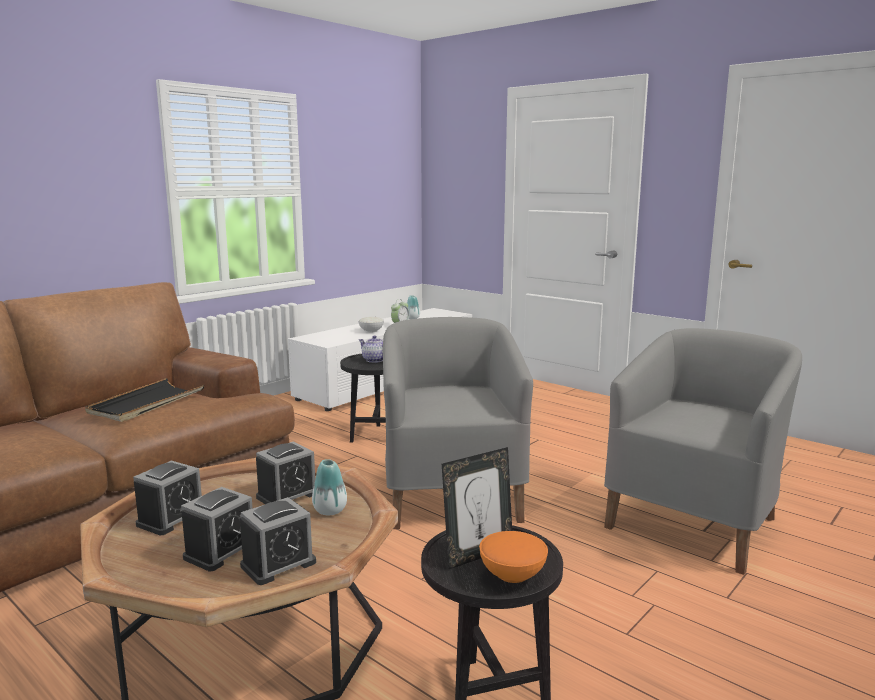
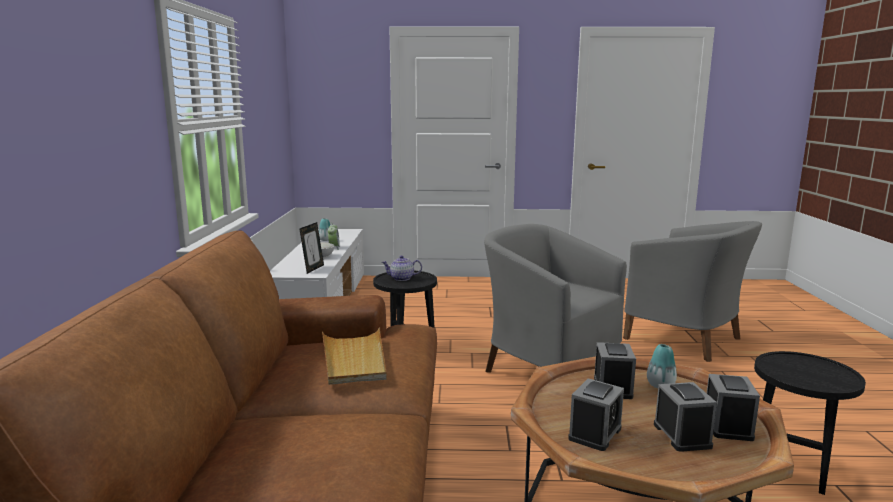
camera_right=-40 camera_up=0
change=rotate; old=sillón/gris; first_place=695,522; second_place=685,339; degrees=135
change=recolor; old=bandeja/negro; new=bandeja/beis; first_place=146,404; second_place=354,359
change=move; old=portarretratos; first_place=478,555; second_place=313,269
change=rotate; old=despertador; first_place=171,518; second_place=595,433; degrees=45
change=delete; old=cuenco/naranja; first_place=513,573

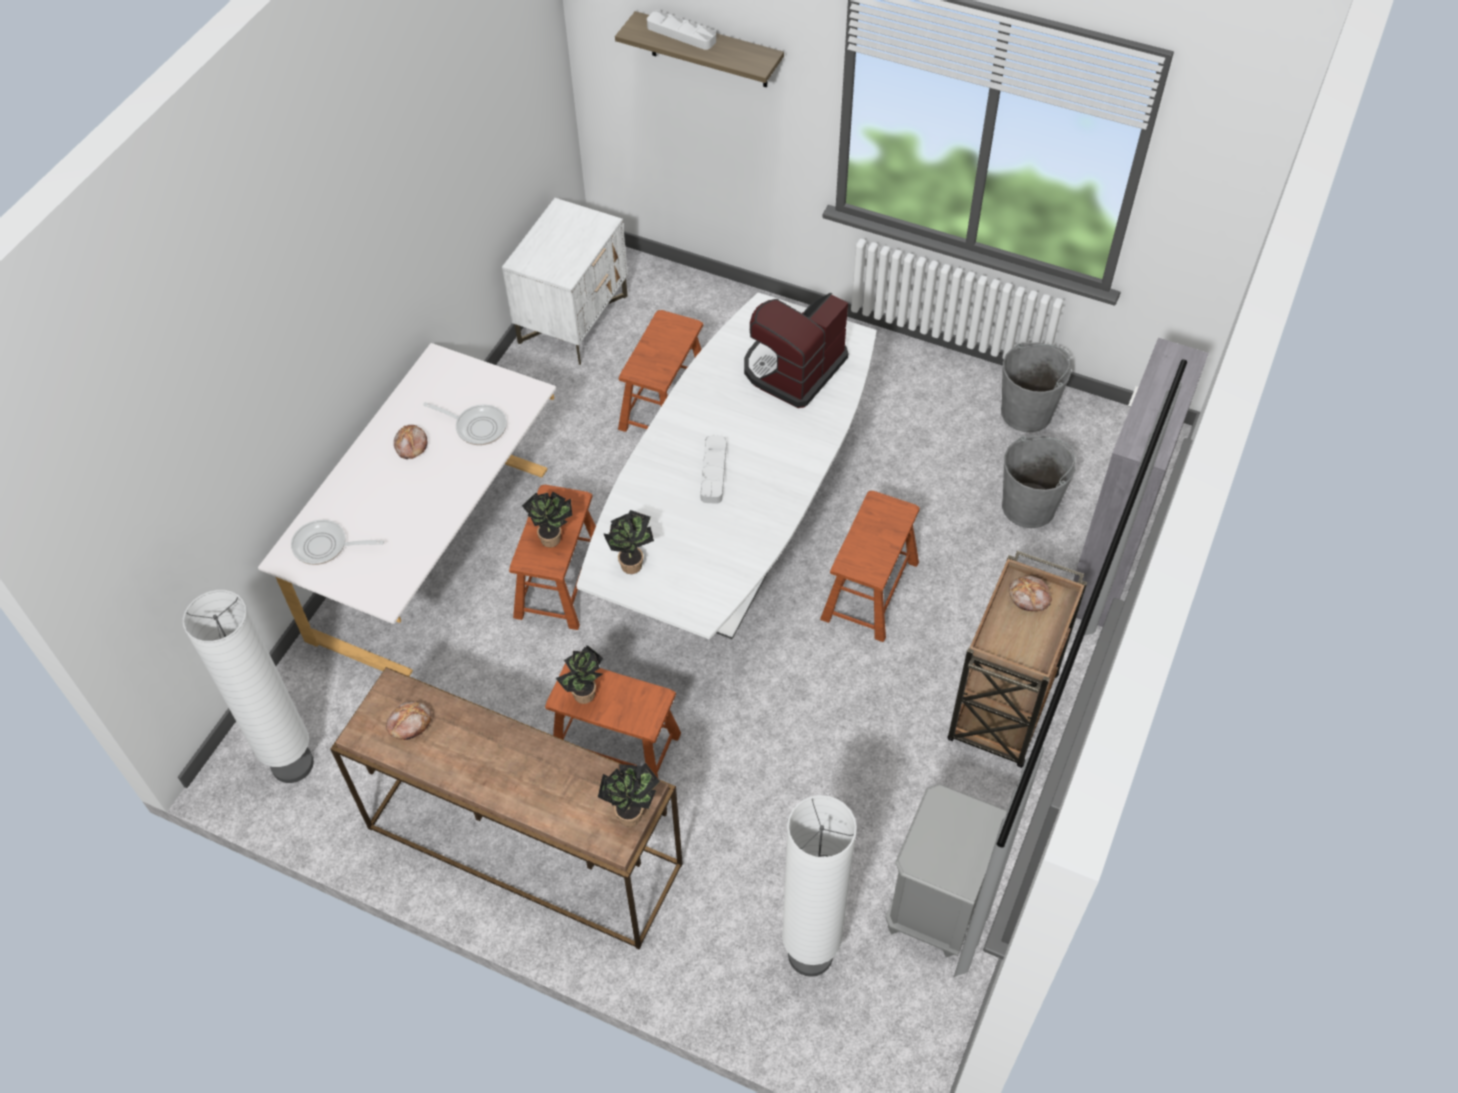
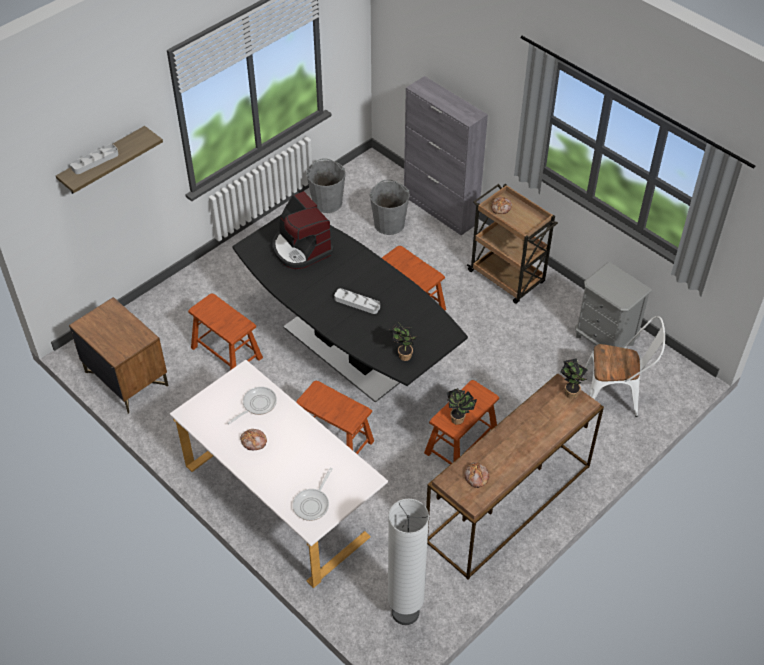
camera_right=-70 camera_up=-5
change=recolor; old=mesita de noche/blanco; new=mesita de noche/marrón; first_place=573,319; second_place=126,378
change=recolor; old=mesa de comedor/blanco; new=mesa de comedor/negro; first_place=736,541; second_place=348,349
change=delete; old=planta en maceta; first_place=553,538
change=replace; old=lámpara de pie/blanco; new=silla/blanco; first_place=810,954; second_place=615,396

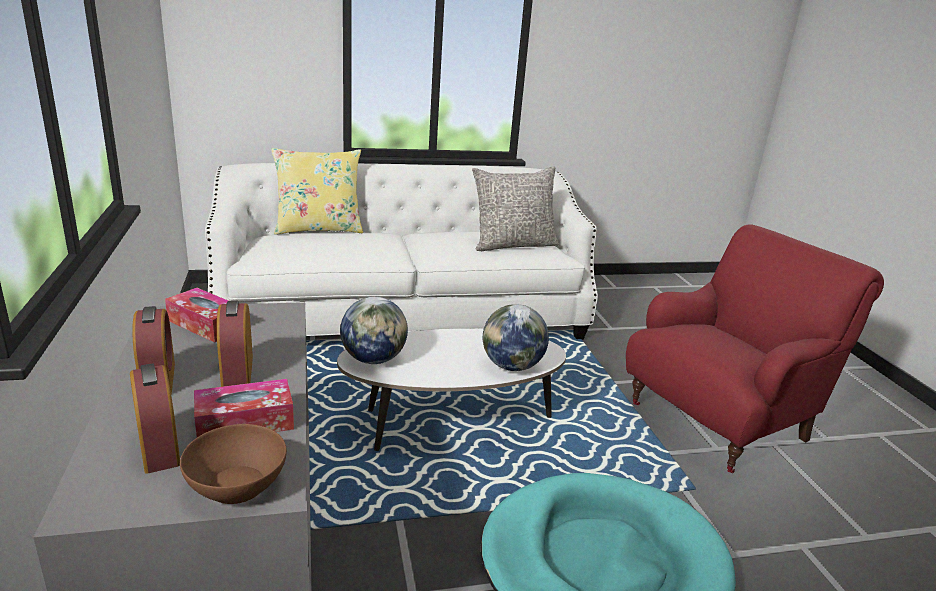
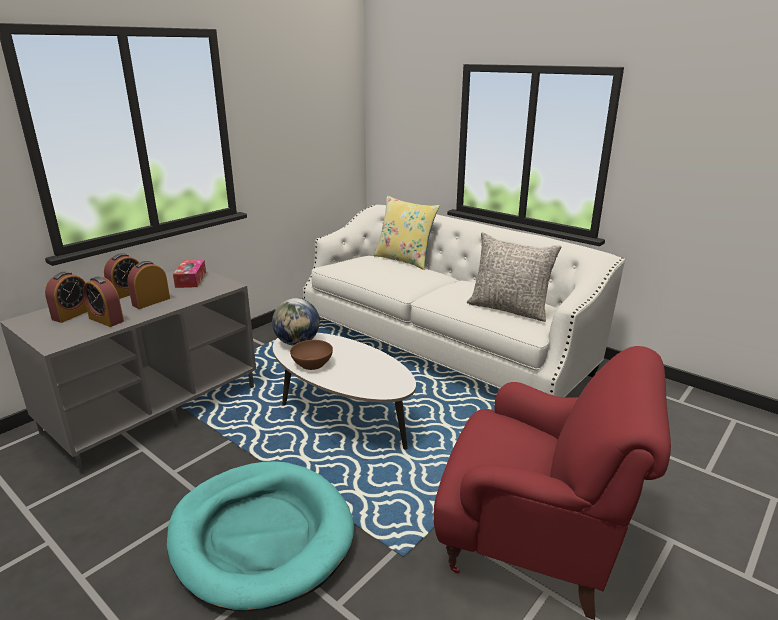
camera_right=55 camera_up=0
change=delete; old=globo terráqueo; first_place=512,366
change=replace; old=caja de pañuelos; new=despertador; first_place=245,422; second_place=106,319
change=move; old=cuenco/marrón; first_place=236,484; second_place=312,363

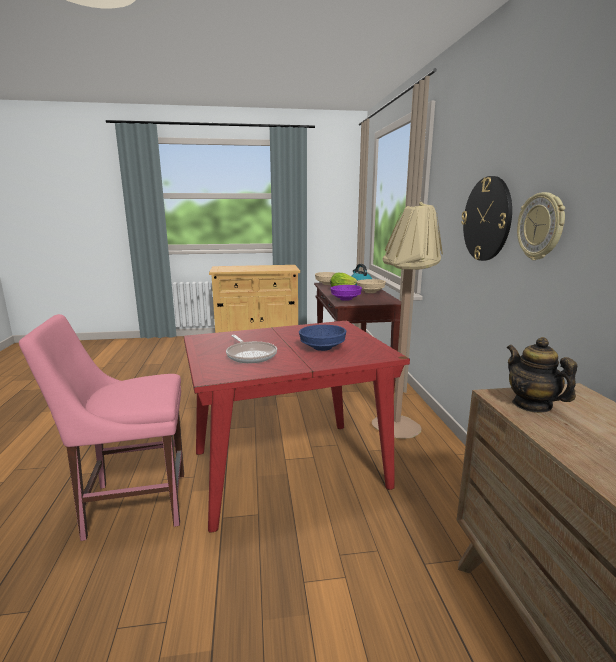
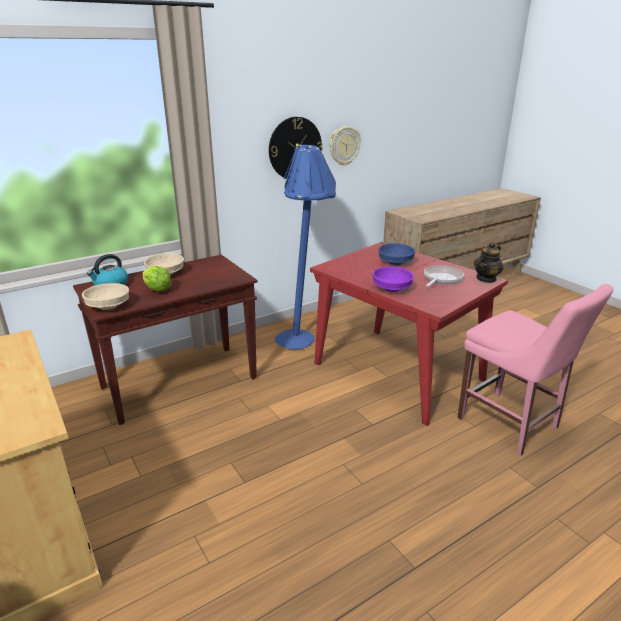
camera_right=-115 camera_up=10
change=recolor; old=lámpara de pie/beis; new=lámpara de pie/azul; first_place=397,433; second_place=304,338
change=move; old=cuenco/morado; first_place=346,299; second_place=391,288
change=move; old=tetera; first_place=532,405; second_place=486,279

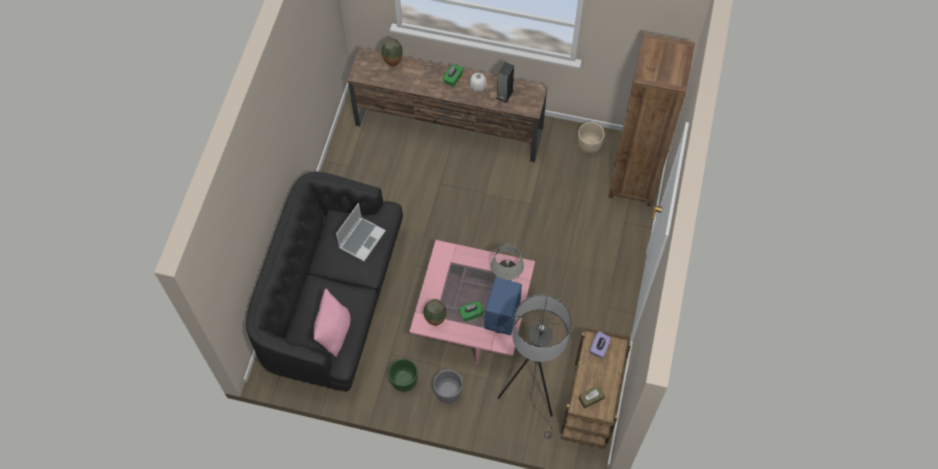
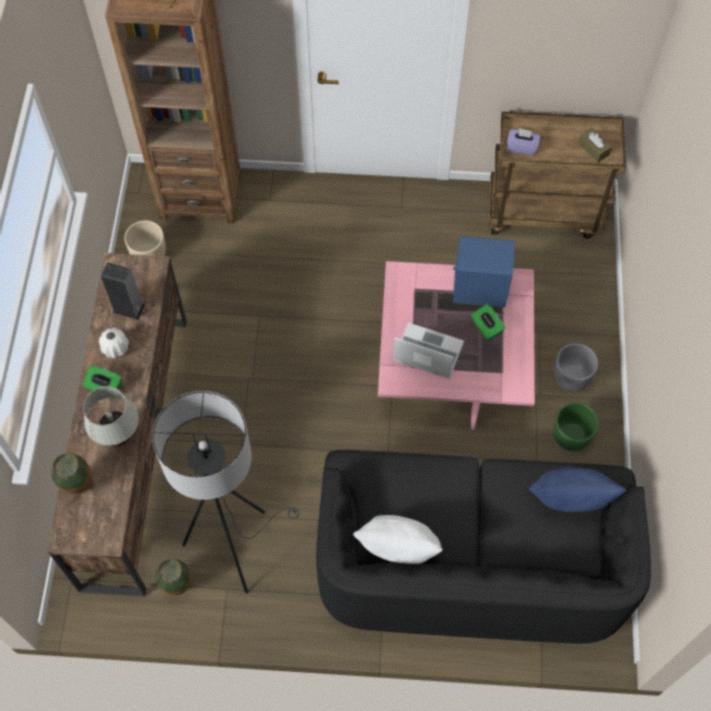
camera_right=-100 camera_up=0
change=move; old=portátil; first_place=362,239; second_place=427,352
change=move; old=lámpara de mesa/blanco; first_place=506,276; second_place=119,436
change=recolor; old=cojín/rosa; new=cojín/azul; first_place=334,331; second_place=568,500
change=move; old=lámpara de pie/gris; first_place=532,395; second_place=235,543
change=move; old=florero; first_place=435,320; second_place=178,586
change=insert; new=cojín/blanco; second_place=397,549

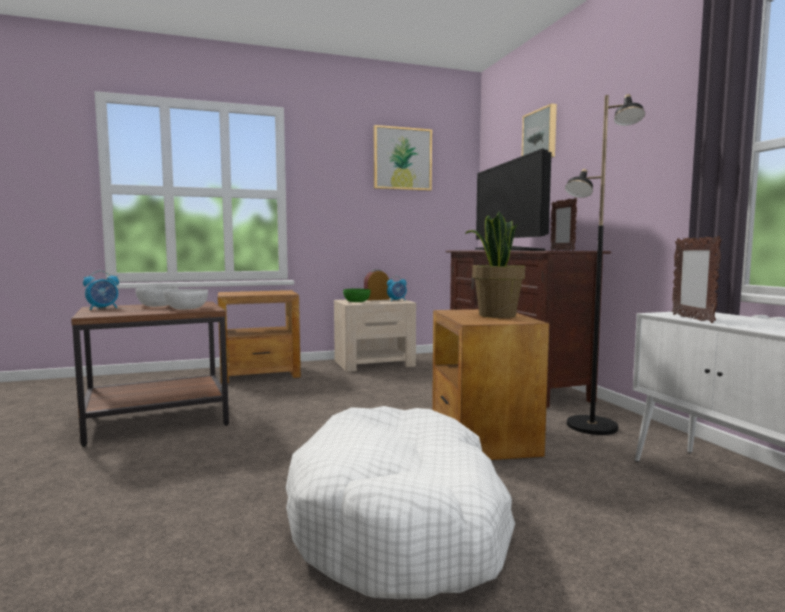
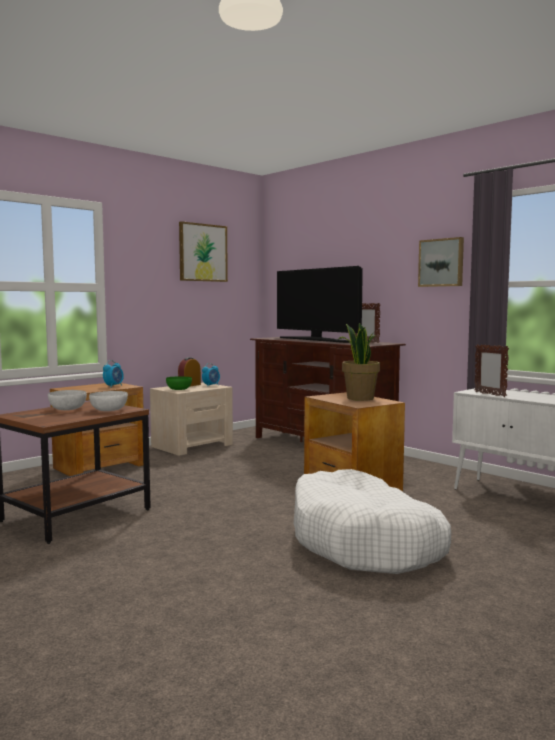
camera_right=-25 camera_up=0
change=delete; old=lámpara de pie/negro; first_place=592,426
change=move; old=cuadro; first_place=540,135; second_place=441,262
change=move; old=despertador; first_place=103,308; second_place=113,386

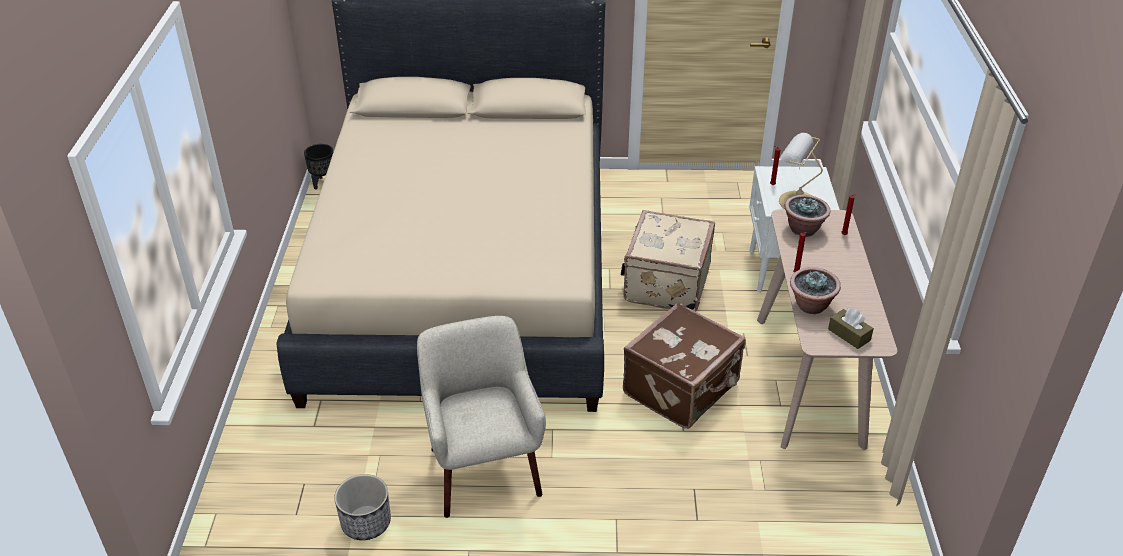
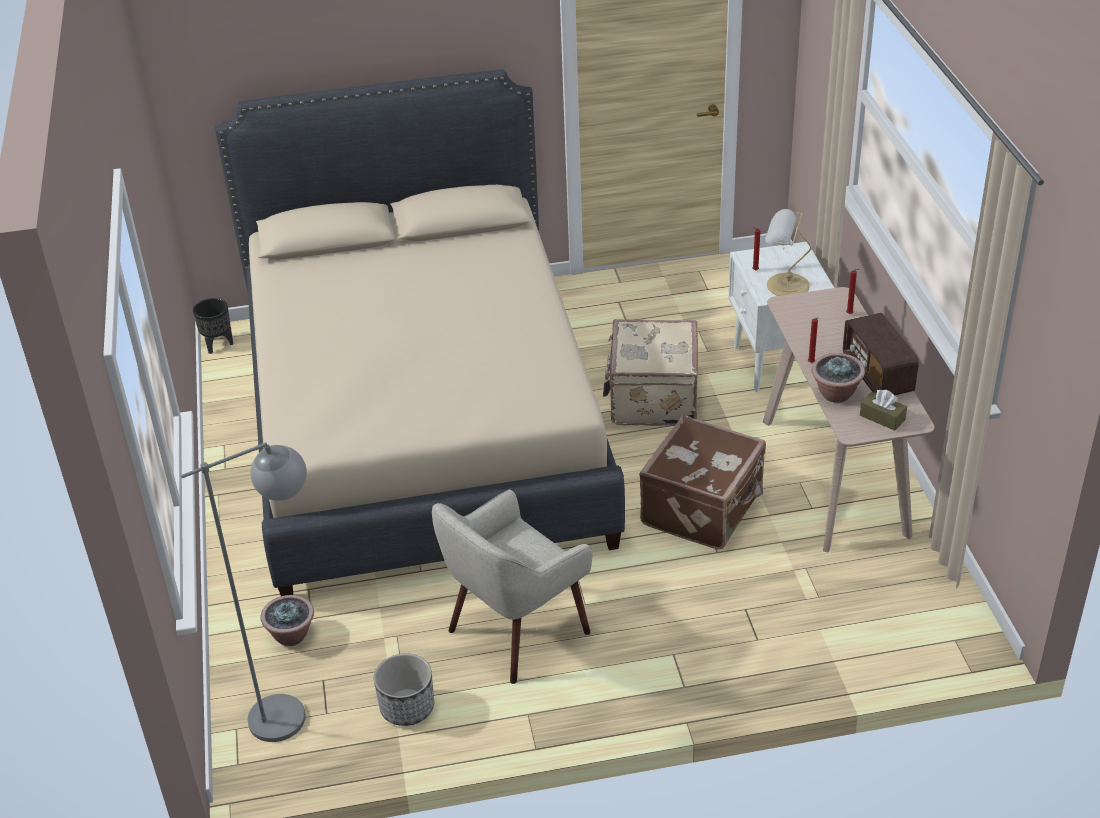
camera_right=-10 camera_up=0
change=move; old=planta en maceta; first_place=803,229; second_place=291,635
change=rotate; old=sillón/beis; first_place=483,470; second_place=516,631; degrees=-105
change=insert; new=radio; second_place=877,375
change=insert; new=lámpara de pie/gris; second_place=296,710

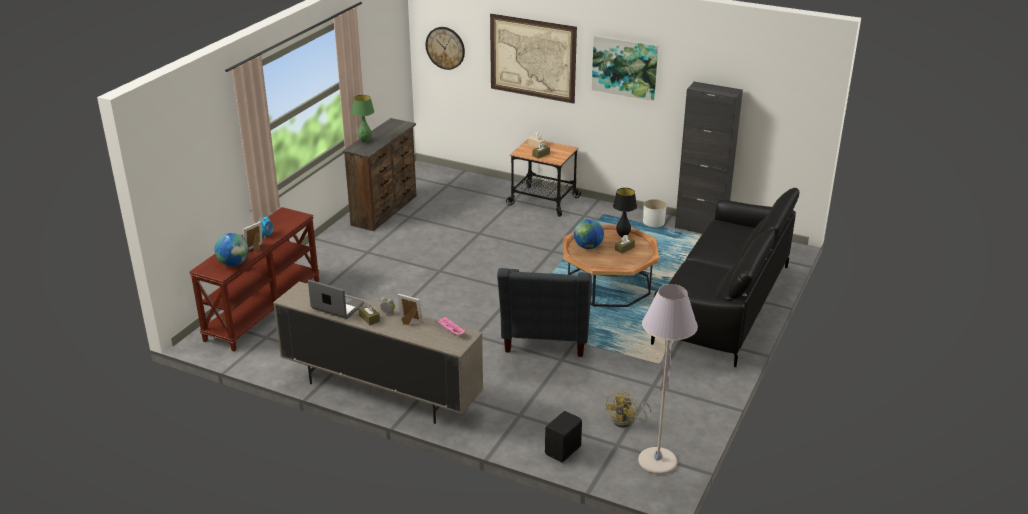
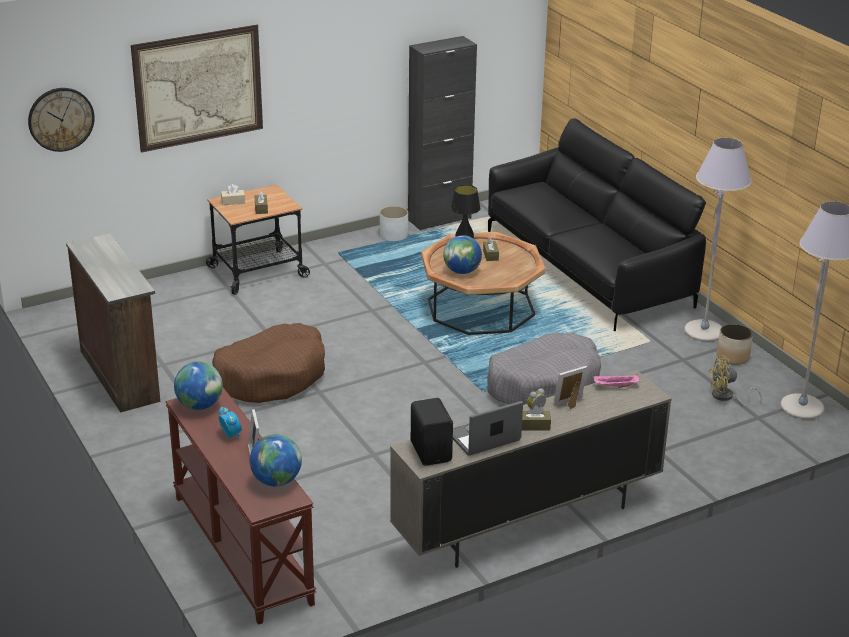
camera_right=-55 camera_up=0
change=delete; old=cuadro; first_place=624,67
change=delete; old=lámpara de mesa/verde; first_place=365,141
change=replace; old=sillón/gris; new=cama para perro/gris; first_place=545,342; second_place=544,385
change=rotate; old=ventilador/amarillo; first_place=626,422; second_place=726,397; degrees=105
change=move; old=altavoz/negro; first_place=564,451; second_place=432,451
change=insert; new=lámpara de pie/gris; second_place=704,332
change=insert; new=cama para perro/marrón; second_place=271,376
change=insert; new=maceta; second_place=732,357
change=insert; new=globo terráqueo; second_place=200,405

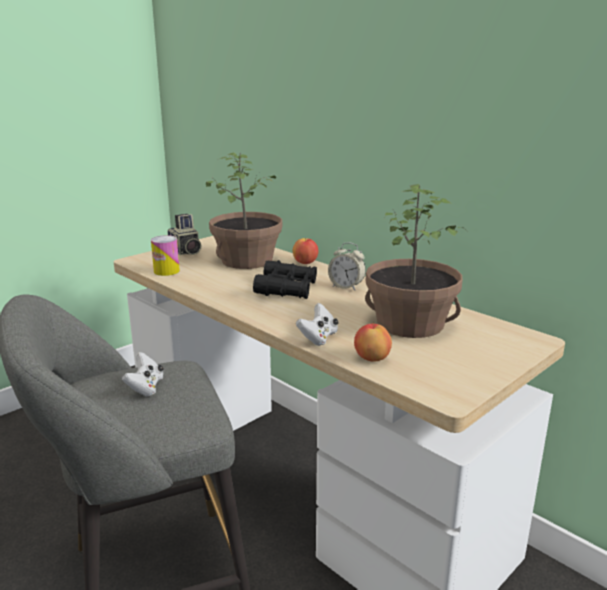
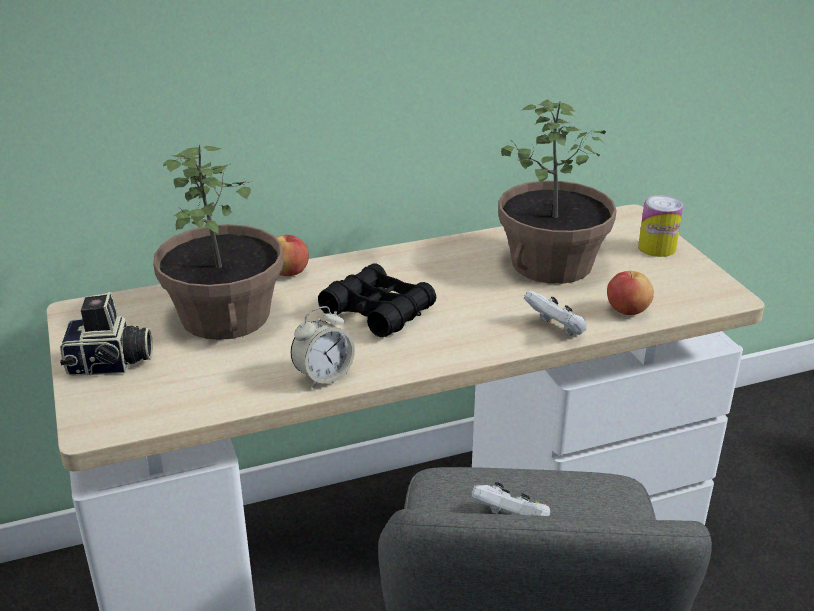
camera_right=-65 camera_up=10
change=move; old=lata; first_place=166,271; second_place=657,247
change=move; old=despertador; first_place=346,287; second_place=323,376

